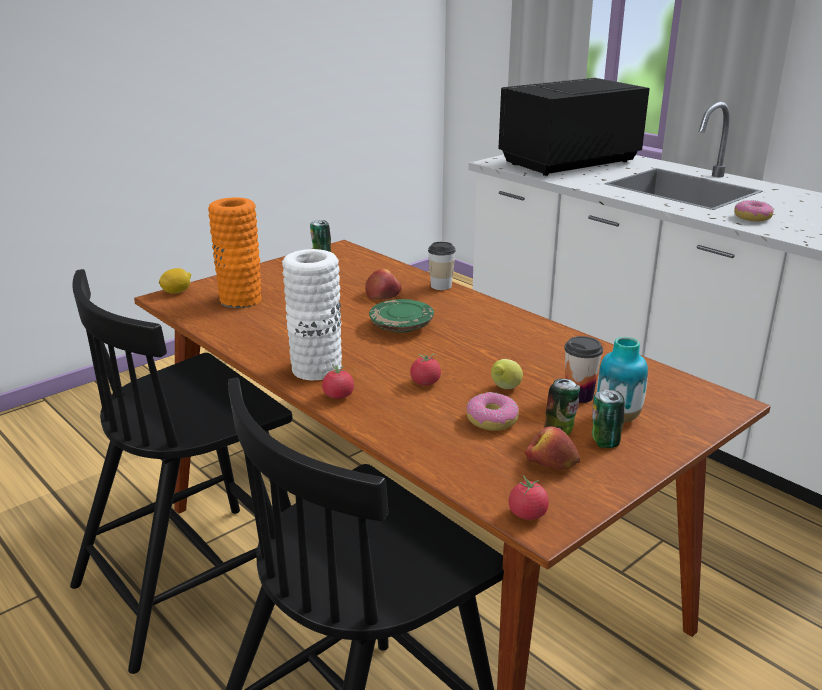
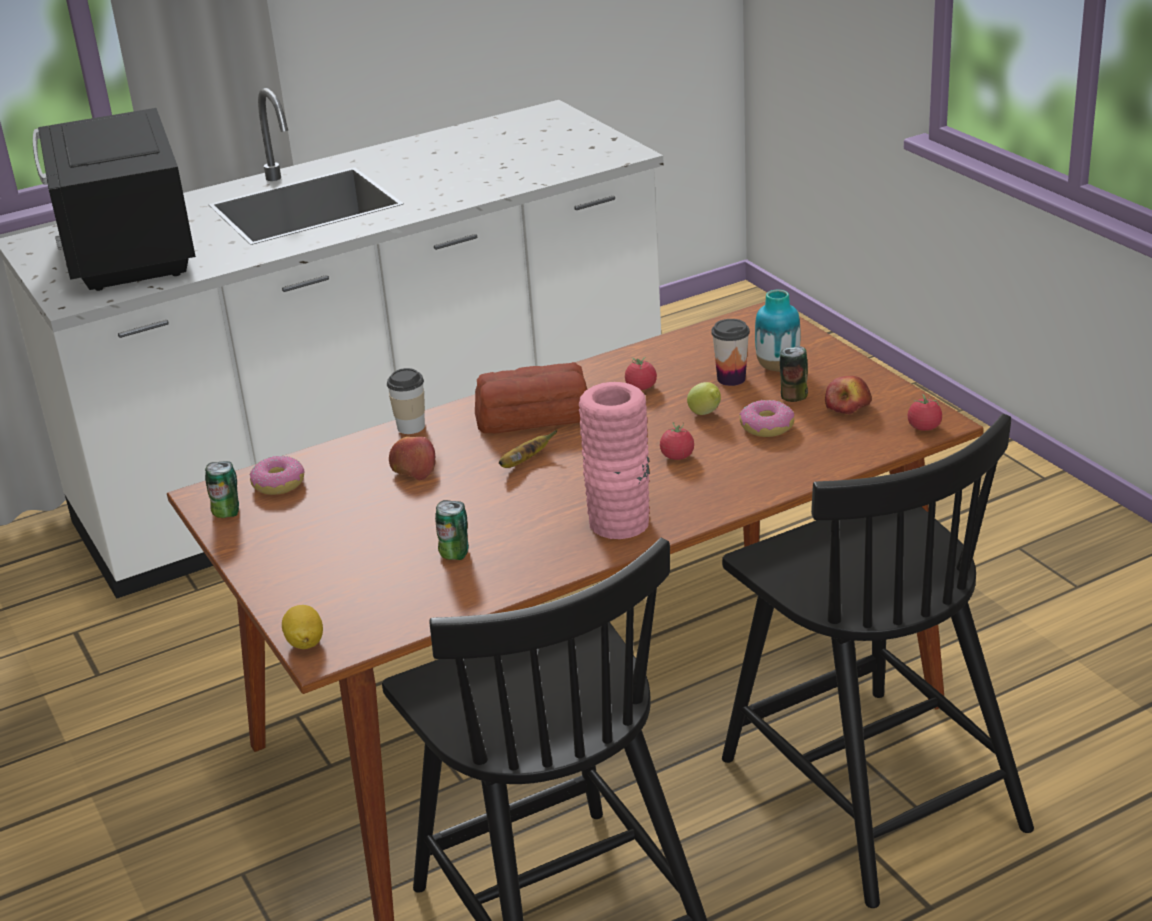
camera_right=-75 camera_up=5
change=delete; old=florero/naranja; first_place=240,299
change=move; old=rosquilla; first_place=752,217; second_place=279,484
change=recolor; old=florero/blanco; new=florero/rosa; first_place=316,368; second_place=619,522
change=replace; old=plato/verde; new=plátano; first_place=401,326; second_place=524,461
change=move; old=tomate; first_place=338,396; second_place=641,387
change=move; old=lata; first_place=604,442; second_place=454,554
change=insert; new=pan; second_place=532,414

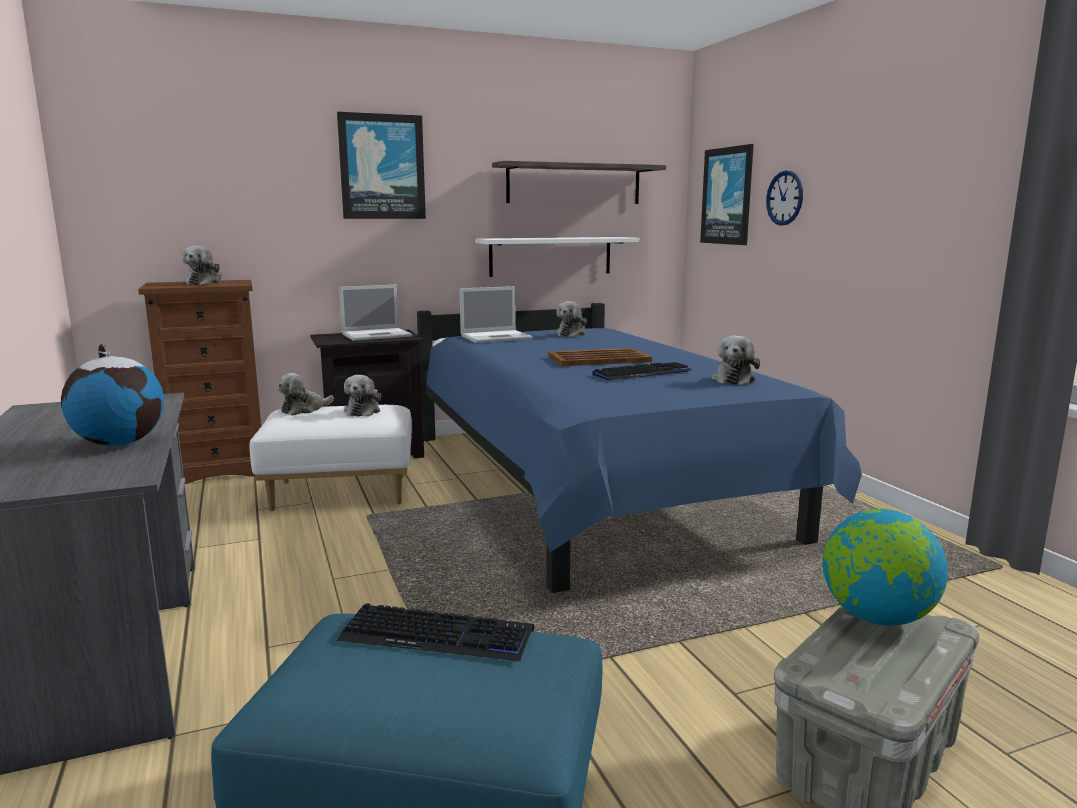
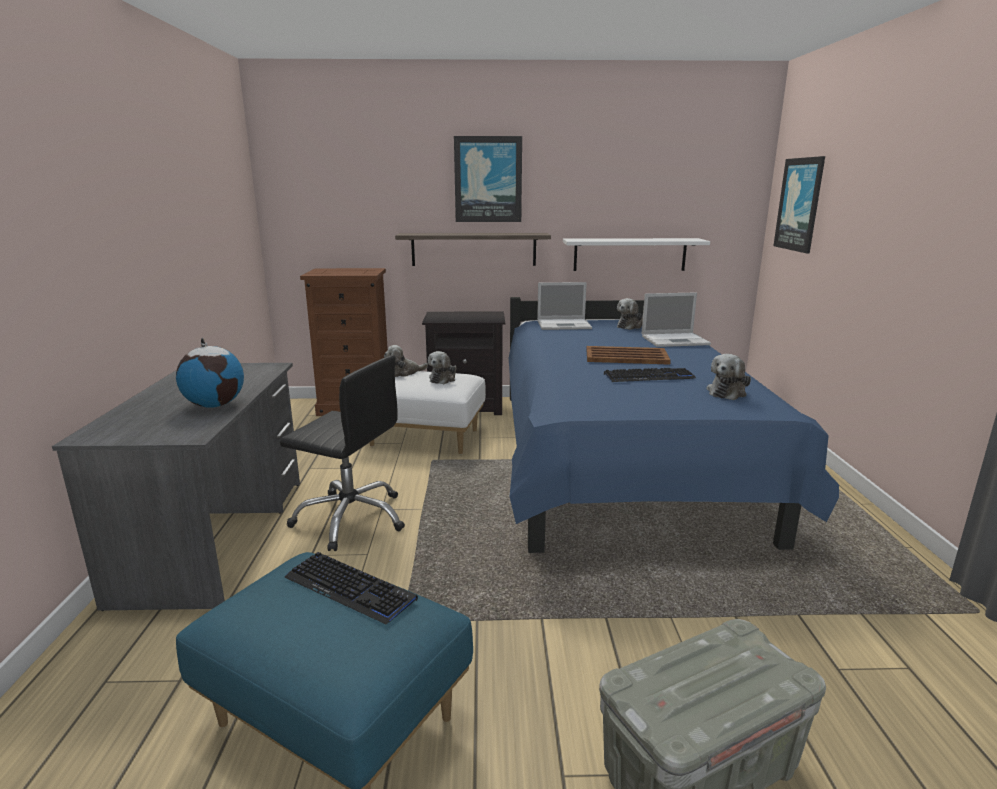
camera_right=20 camera_up=5
change=move; old=estante; first_place=574,184; second_place=473,249
change=delete; old=reloj de pared; first_place=784,198
change=delete; old=peluche; first_place=205,283
change=move; old=portátil; first_place=378,335; second_place=676,340
change=delete; old=globo terráqueo; first_place=876,617
change=insert; new=silla de oficina/negro; second_place=351,518

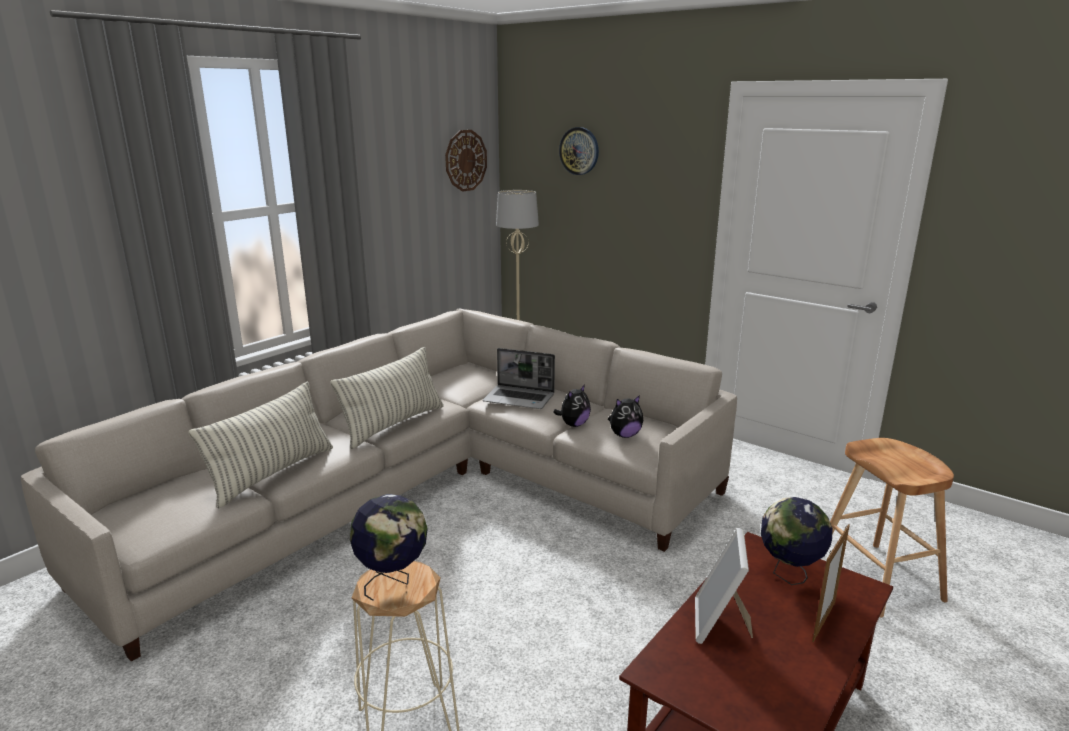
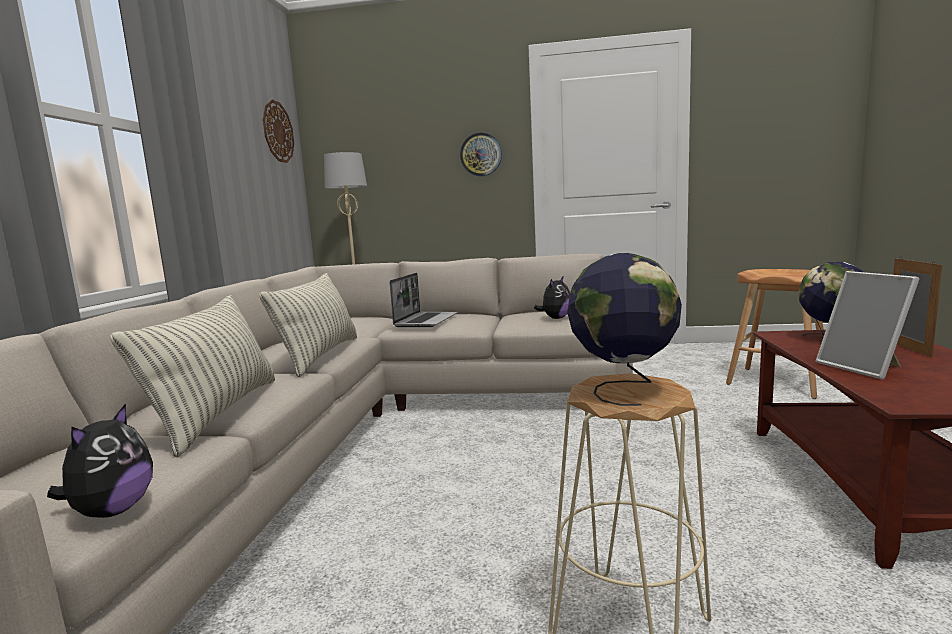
camera_right=-30 camera_up=-10
change=move; old=reloj de pared; first_place=579,151; second_place=481,154
change=rotate; old=portátil; first_place=520,398; second_place=426,320; degrees=-60
change=move; old=peluche; first_place=573,424; second_place=112,511

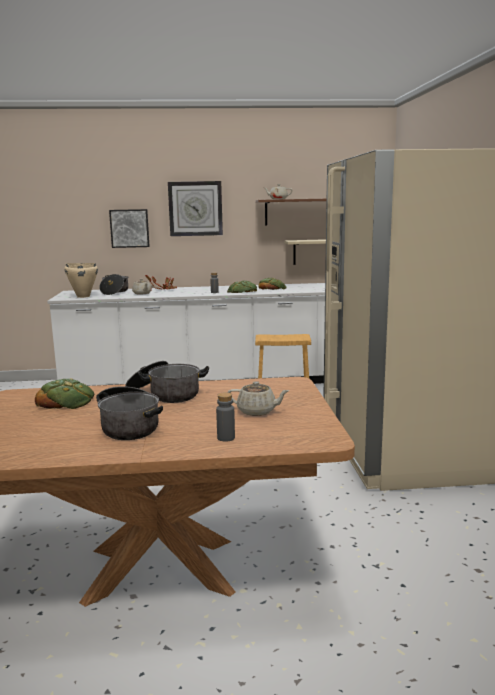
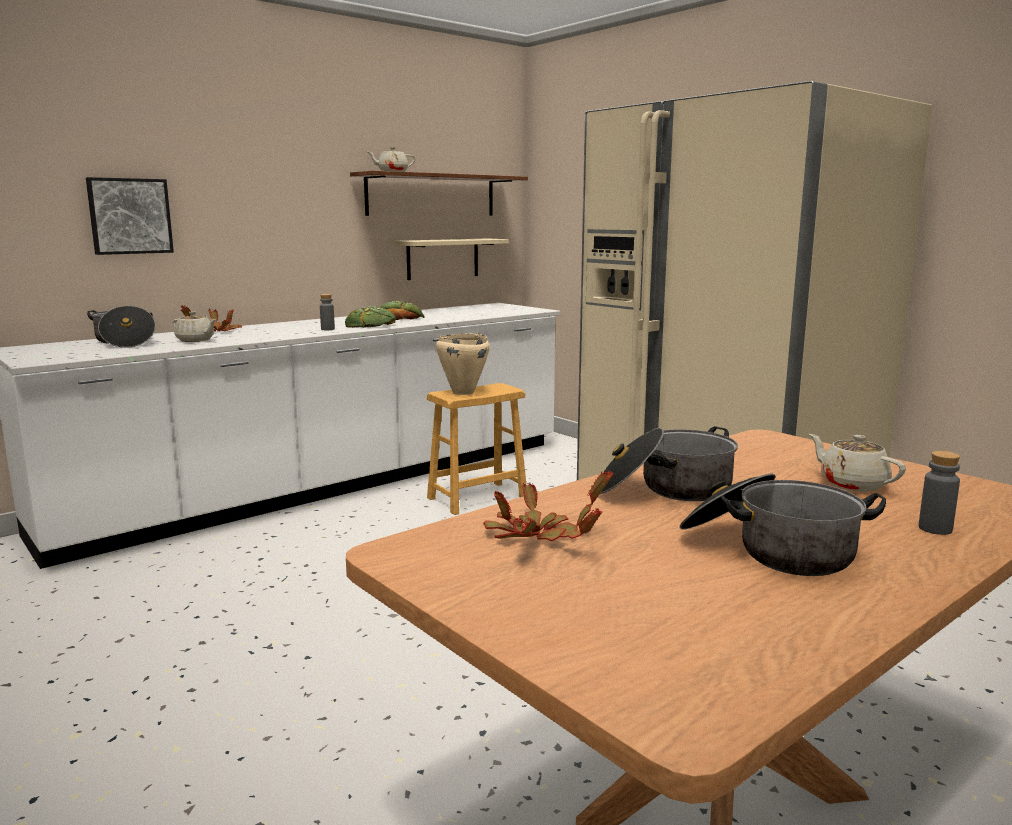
camera_right=-35 camera_up=0
change=delete; old=reloj de pared; first_place=195,208
change=move; old=olla/beis; first_place=83,296; second_place=462,392
change=replace; old=pan; new=planta en maceta; first_place=66,400; second_place=537,537
change=rotate; old=tetera/beis; first_place=257,411; second_place=852,484; degrees=-105

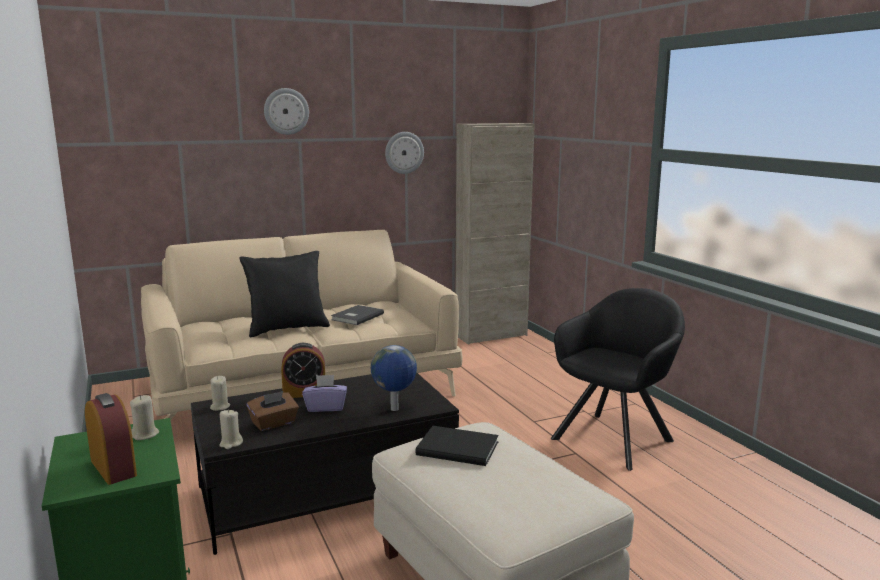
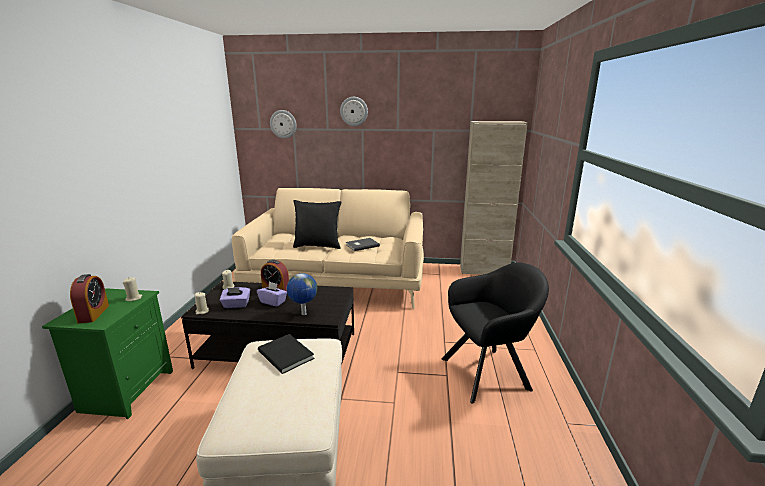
camera_right=30 camera_up=5
change=move; old=reloj de pared; first_place=404,152; second_place=283,124
change=recolor; old=caja de pañuelos/marrón; new=caja de pañuelos/morado; first_place=274,423; second_place=236,305

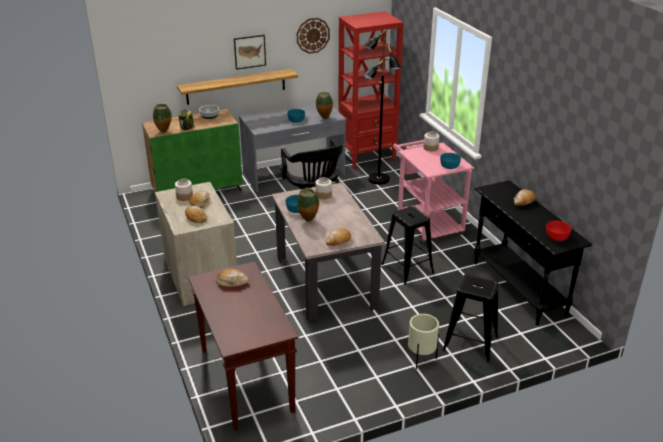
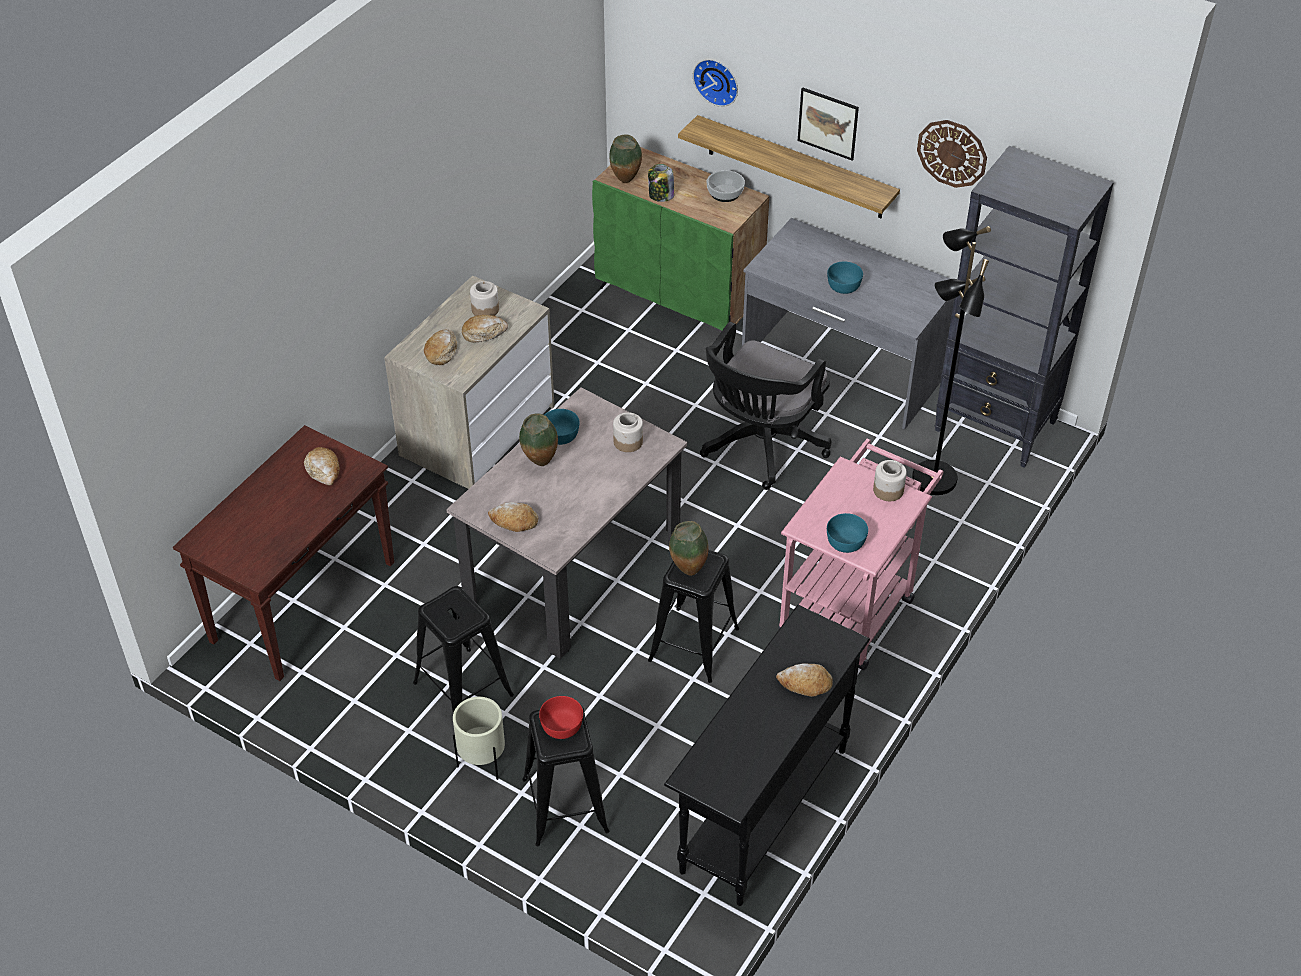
camera_right=55 camera_up=15
change=recolor; old=estantería/rojo; new=estantería/negro; first_place=367,157; second_place=996,427
change=move; old=florero; first_place=324,118; second_place=687,571
change=move; old=cuenco/rojo; first_place=556,237; second_place=561,726
change=insert; new=reloj de pared; second_place=717,80
change=insert; new=taburete/negro; second_place=463,689

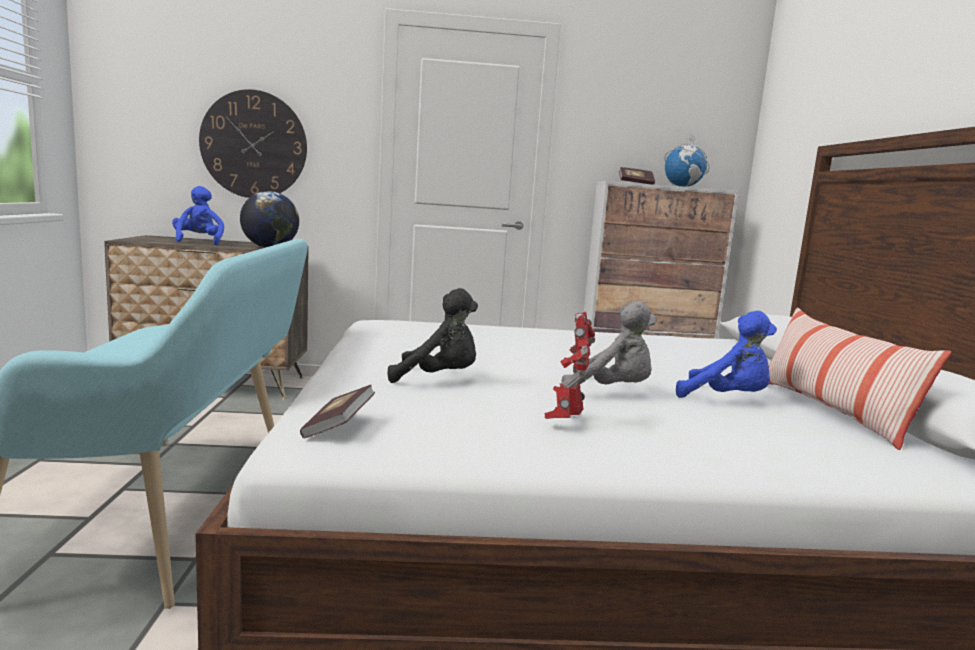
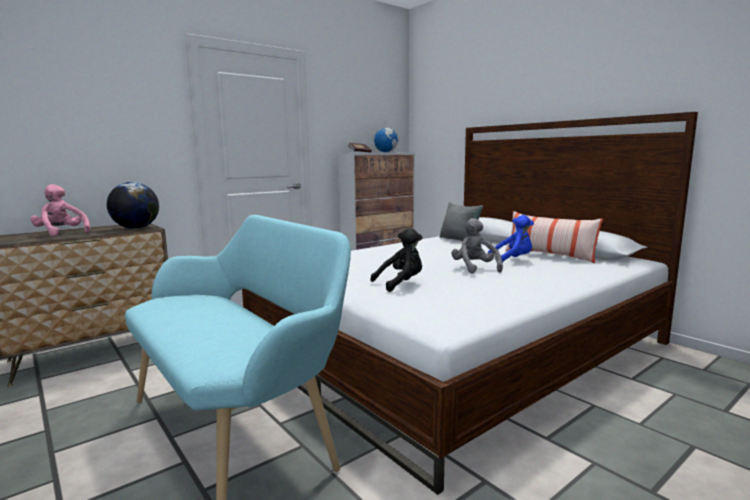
camera_right=-35 camera_up=0
change=delete; old=reloj de pared; first_place=253,145
change=recolor; old=peluche/azul; new=peluche/rosa; first_place=199,242; second_place=61,234
change=rotate; old=peluche/gris; first_place=611,391; second_place=474,268; degrees=-90
change=delete; old=robot de juguete; first_place=566,421
change=delete; old=libro; first_place=338,427
change=insert; new=cojín/gris; second_place=459,240

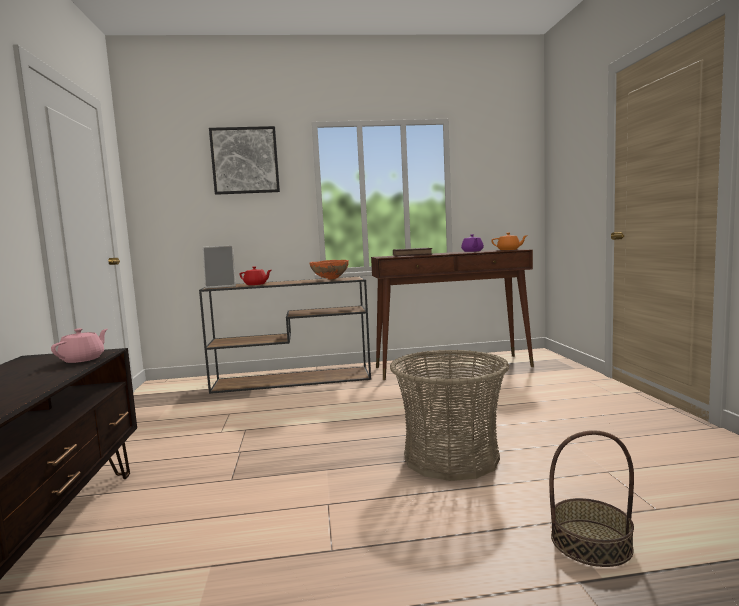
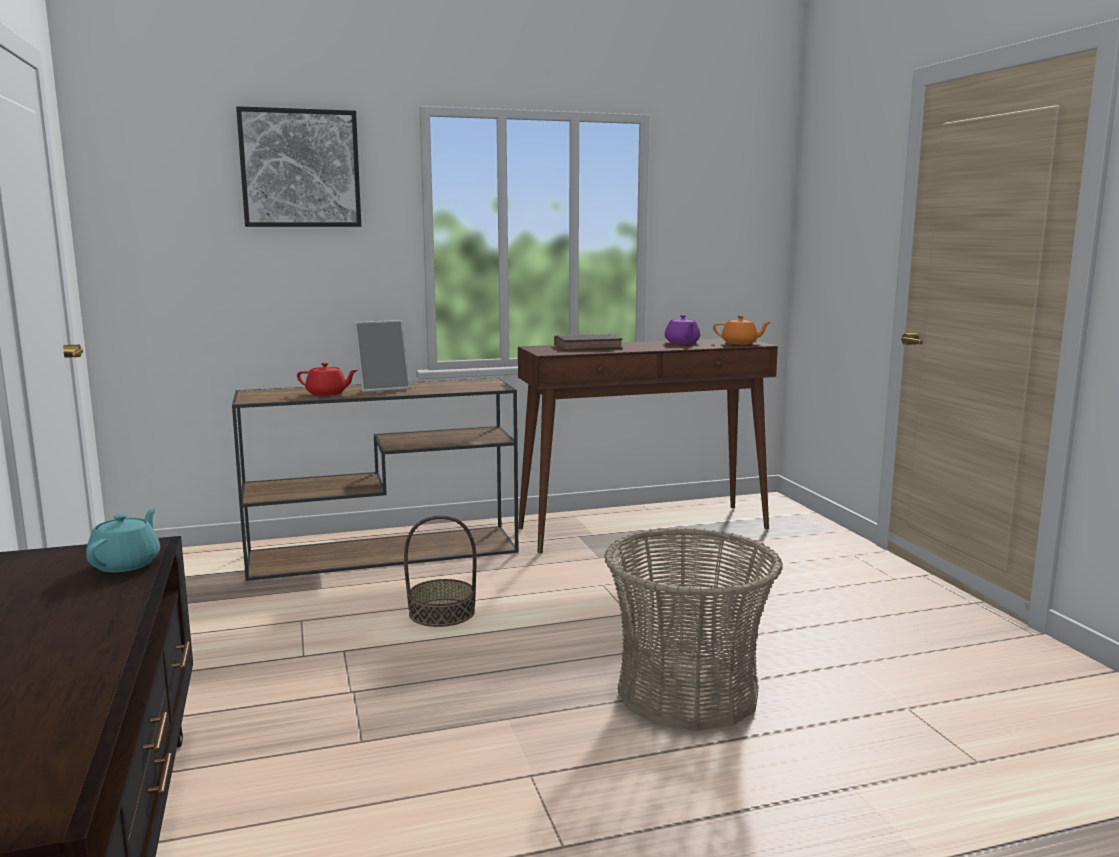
camera_right=-10 camera_up=5
change=move; old=portarretratos; first_place=221,286; second_place=383,388
change=delete; old=cuenco/naranja; first_place=330,280
change=recolor; old=tetera/rosa; new=tetera/turquesa; first_place=83,359; second_place=126,564
change=move; old=cesta; first_place=591,542; second_place=442,612

